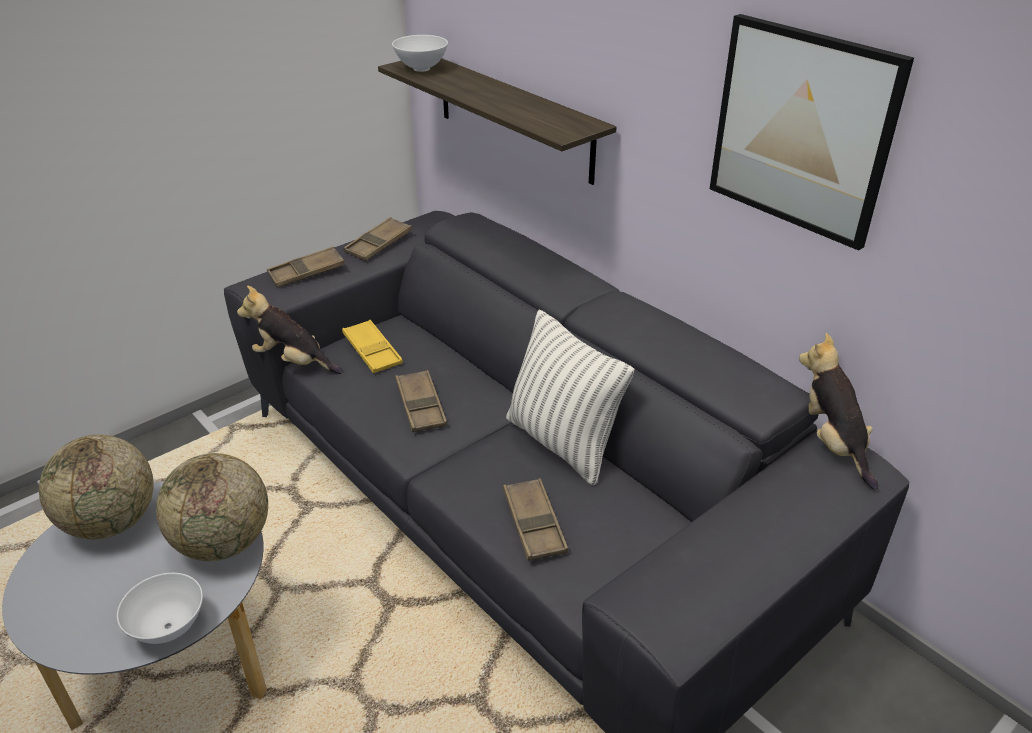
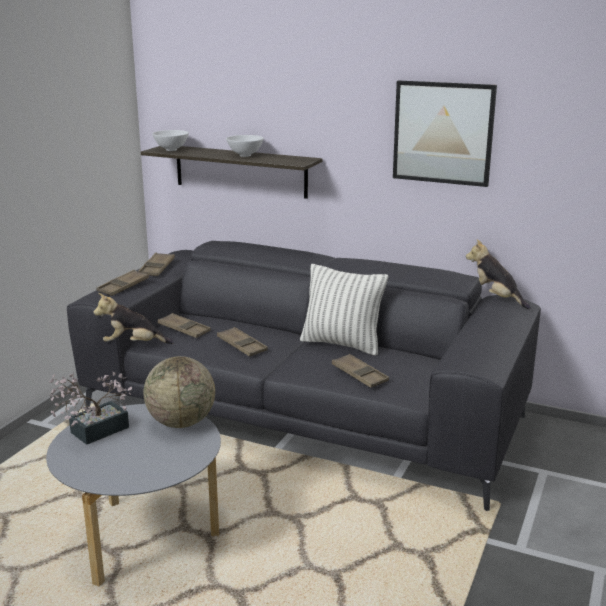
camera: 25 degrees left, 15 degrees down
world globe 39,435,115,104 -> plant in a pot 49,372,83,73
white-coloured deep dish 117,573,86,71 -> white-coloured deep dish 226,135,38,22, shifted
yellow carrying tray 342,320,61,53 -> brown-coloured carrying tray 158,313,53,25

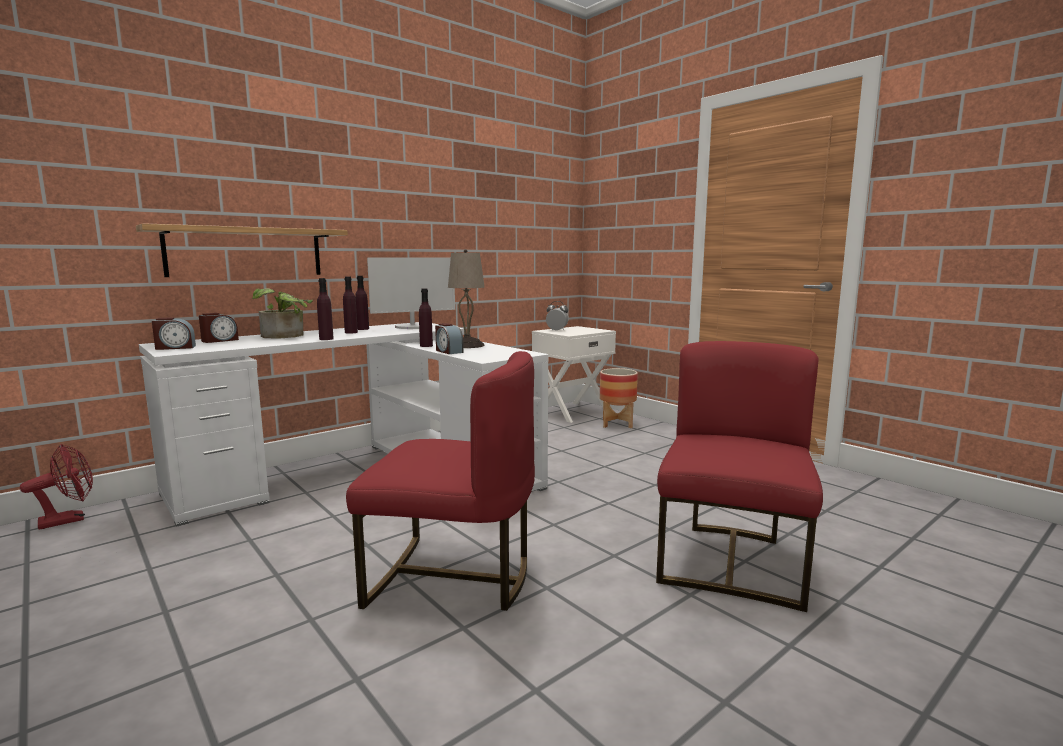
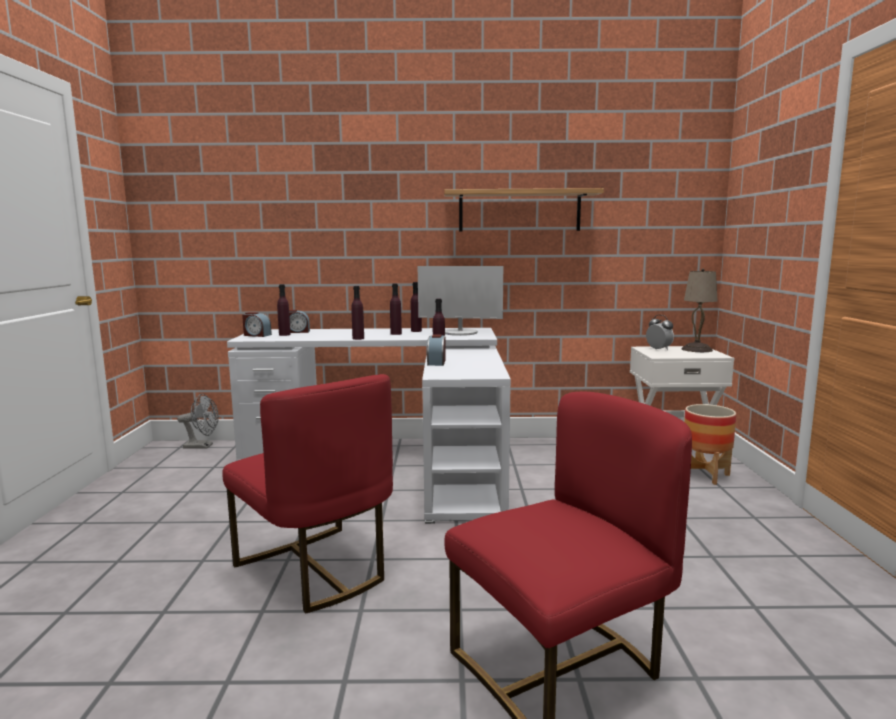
camera: 40 degrees right, 0 degrees up
red-coloured electric fan 20,444,73,86 -> gray electric fan 177,394,42,55
bracket shelf 136,223,212,54 -> bracket shelf 445,188,159,44, shifted
plant in a pot 252,288,61,51 -> none
sand-coloured table lamp 448,249,37,99 -> sand-coloured table lamp 681,269,37,83, shifted
none -> purple-coloured beverage bottle 277,284,14,52

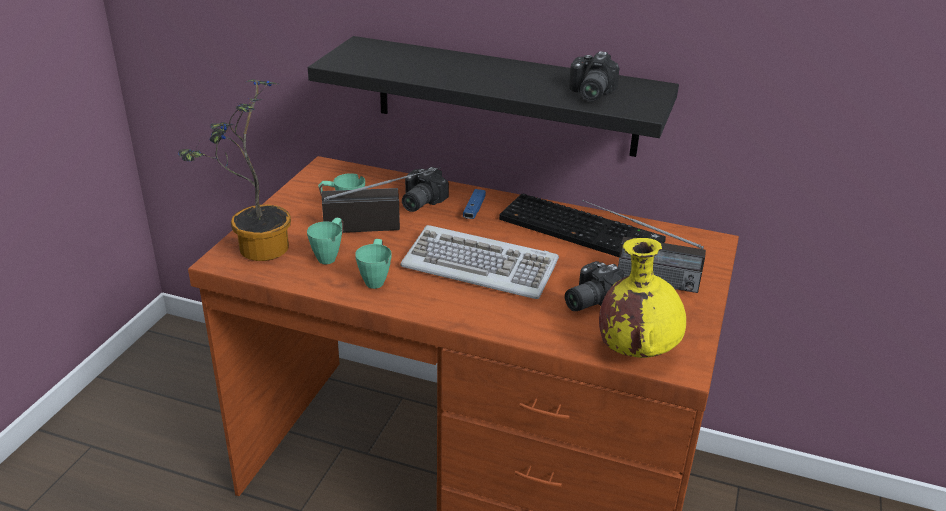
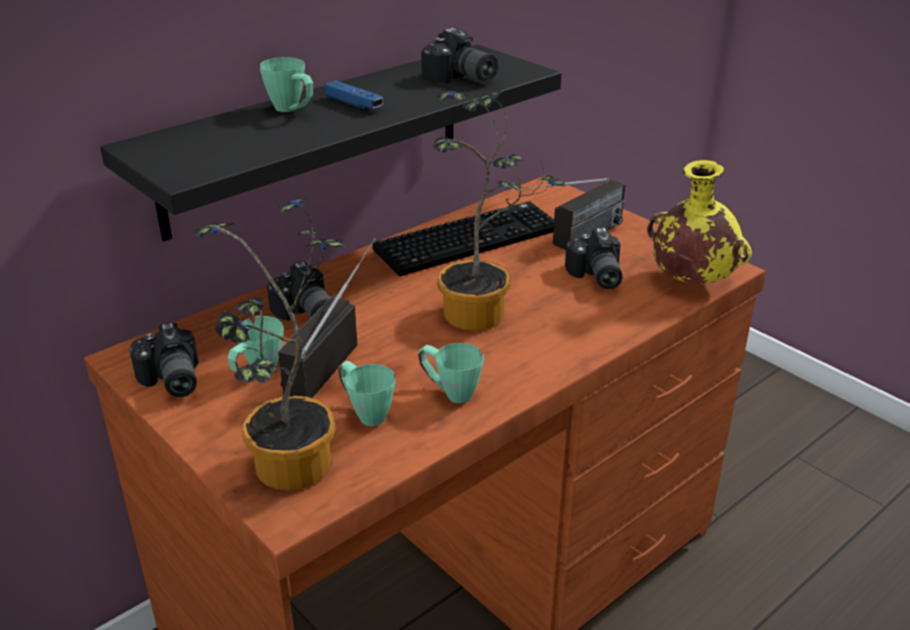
camera: 60 degrees left, 0 degrees up
computer keyboard 400,225,159,74 -> plant in a pot 433,90,133,241
blue joypad 463,189,23,30 -> blue joypad 325,81,59,28, shifted
none -> photo camera 129,322,70,75
none -> green-coloured mug 260,57,53,55

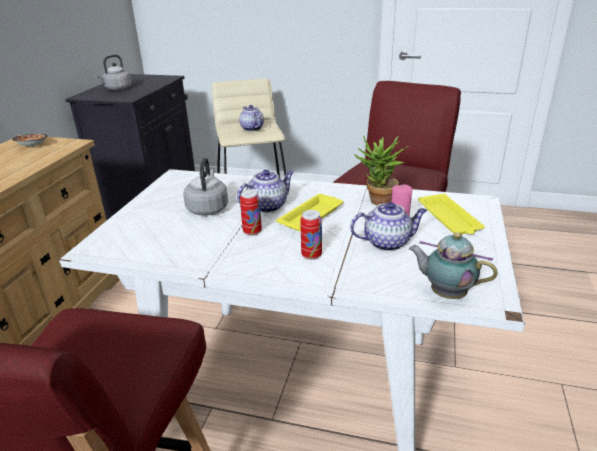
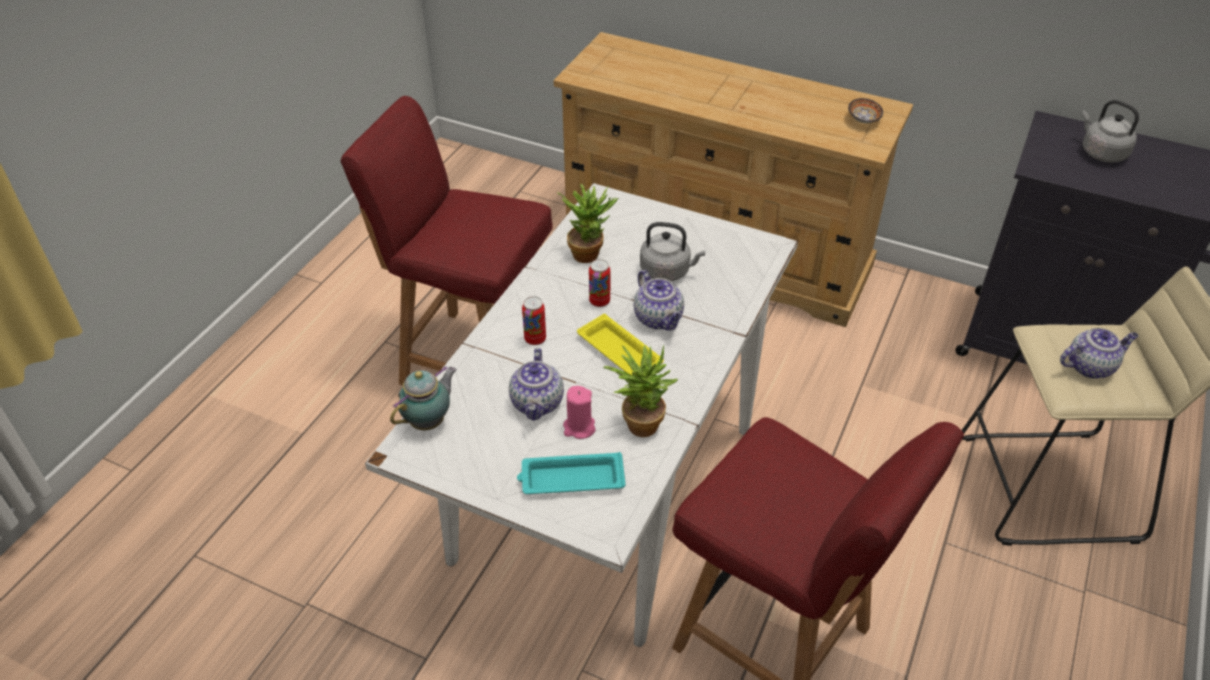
camera: 100 degrees right, 15 degrees up
yellow carrying tray 418,194,67,41 -> blue-green carrying tray 517,452,109,42
none -> plant in a pot 557,184,61,79

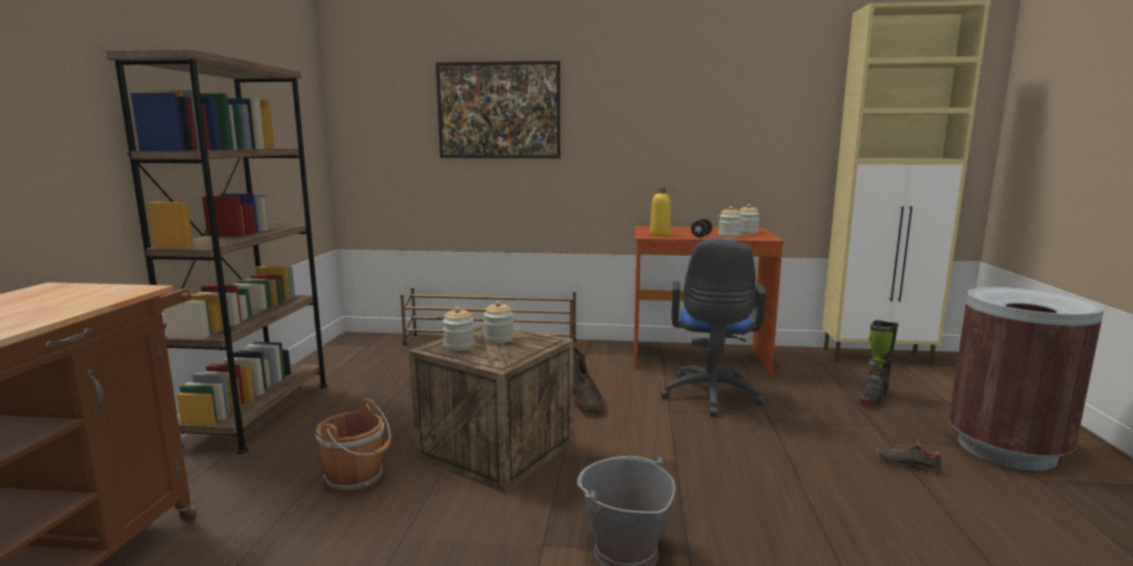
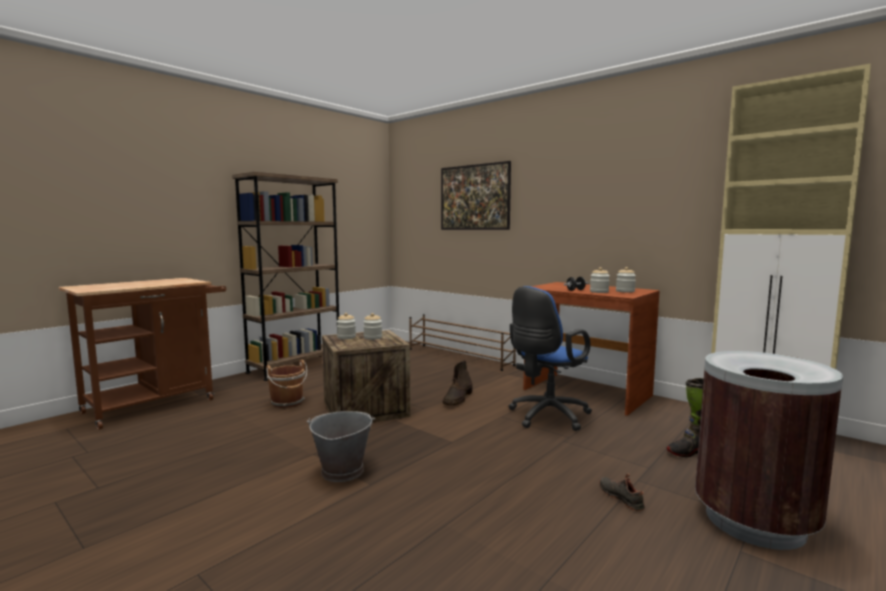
camera: 35 degrees right, 5 degrees down
yellow beverage bottle 650,187,21,49 -> none

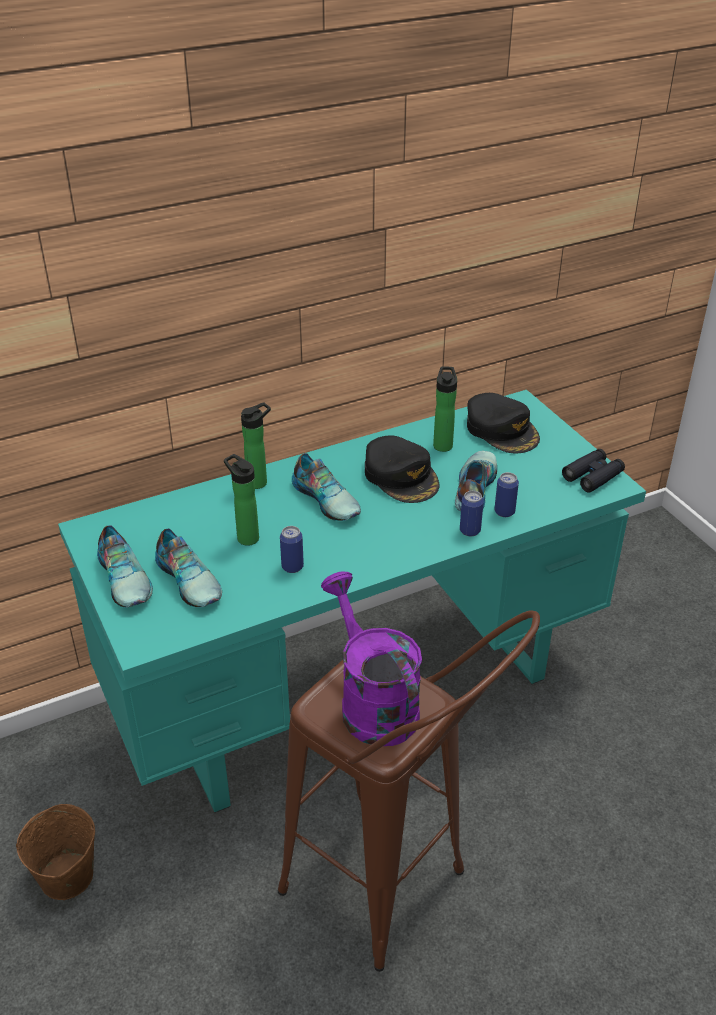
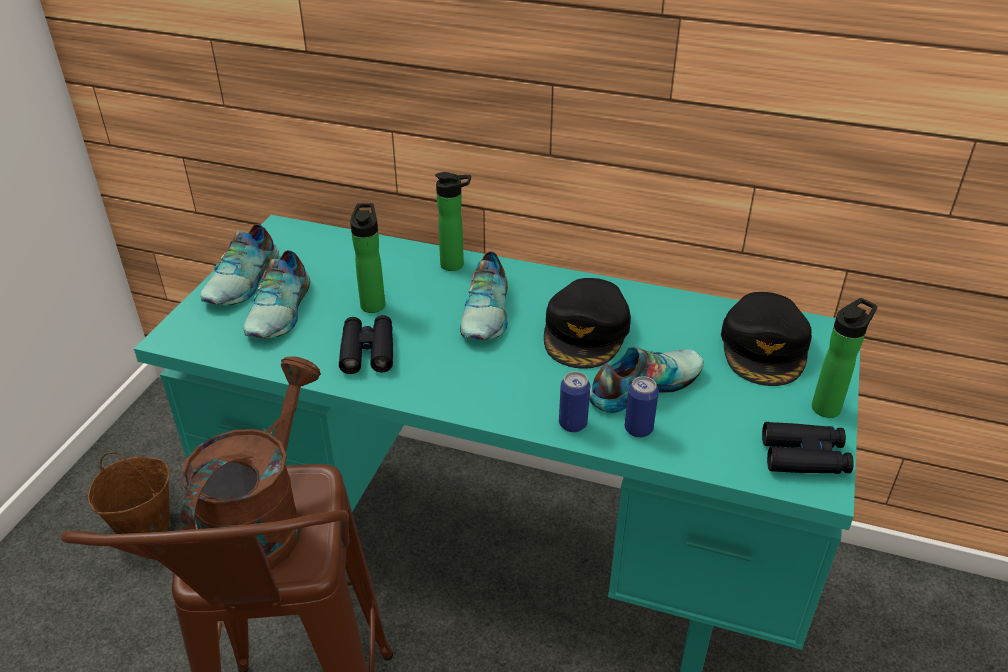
camera: 45 degrees right, 0 degrees up
can 280,526,24,47 -> black binoculars 339,315,54,59
purple-coloured sprinkling can 321,571,101,175 -> brown-coloured sprinkling can 181,356,140,214
beverage bottle 433,366,24,86 -> beverage bottle 812,298,66,120, shifted

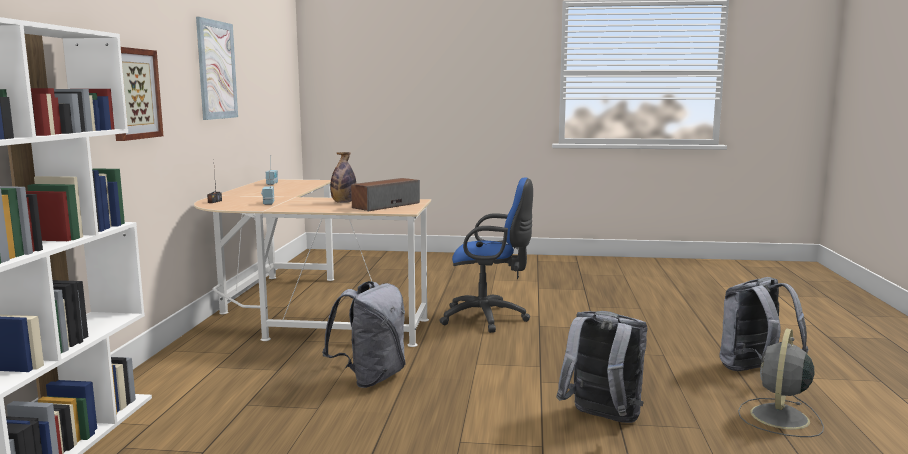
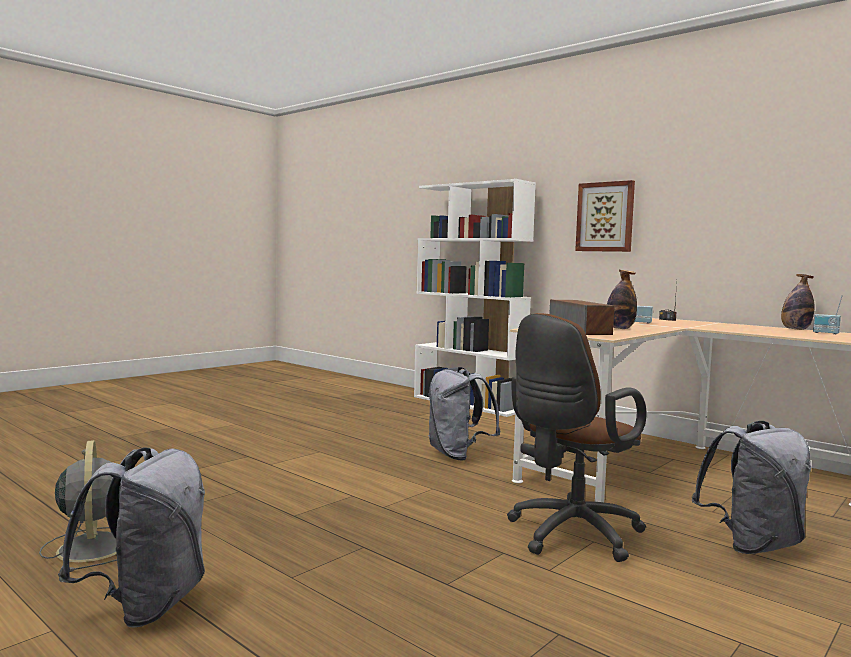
camera: 125 degrees right, 5 degrees down
picture 196,17,42,103 -> none
blue office chair 439,177,94,156 -> brown-coloured office chair 507,313,139,249
gray backpack 556,311,92,112 -> gray backpack 692,421,119,133, shifted
none -> beverage bottle 781,274,33,56

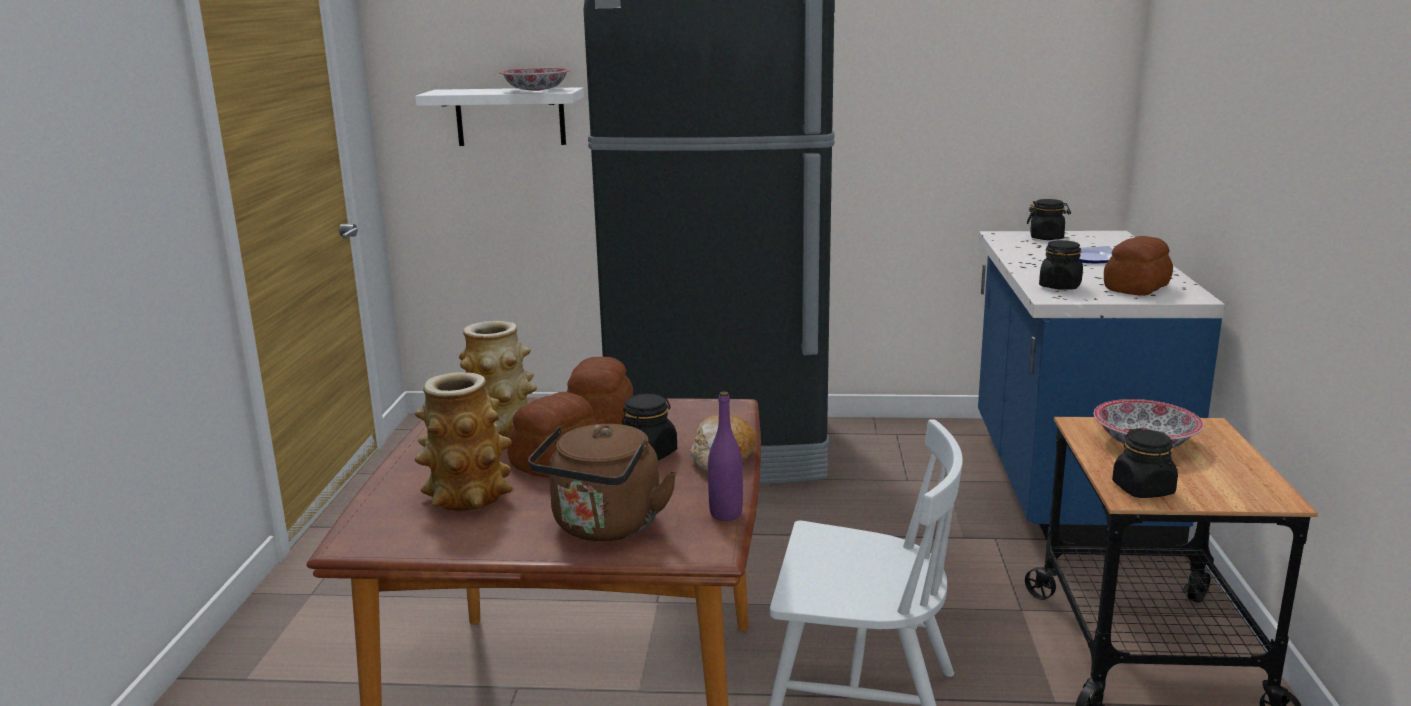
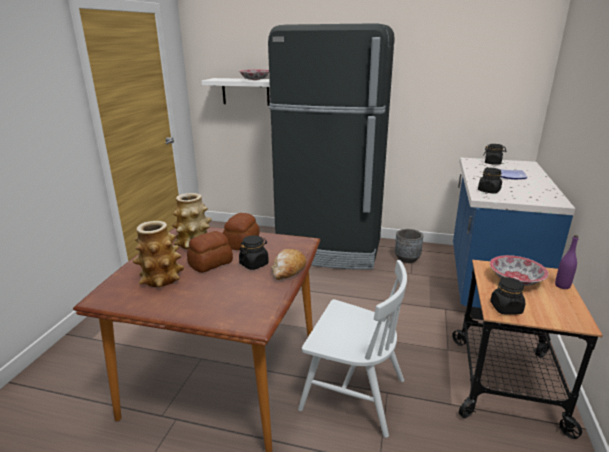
camera: 10 degrees right, 5 degrees up
brown-coloured tea kettle 528,424,149,117 -> none
purple-coloured beverage bottle 708,391,35,130 -> purple-coloured beverage bottle 555,235,23,54, shifted
bakery bread 1104,236,69,60 -> none
none -> gray flower pot 395,229,28,34

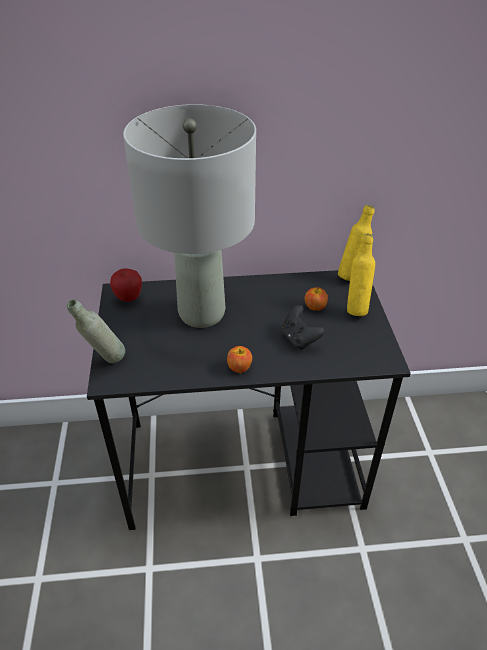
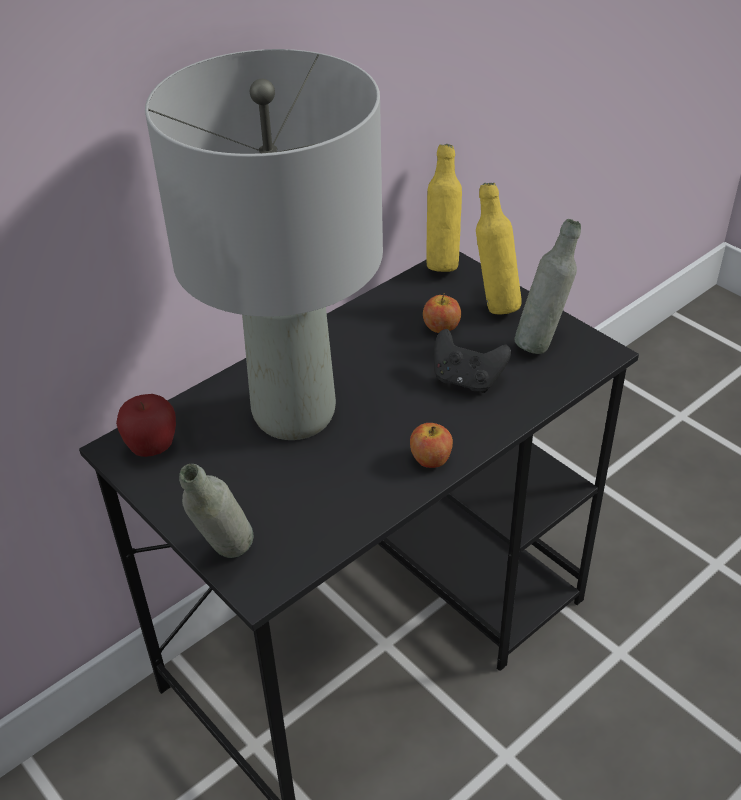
camera: 35 degrees left, 0 degrees up
none -> gray beverage bottle 515,219,66,135

